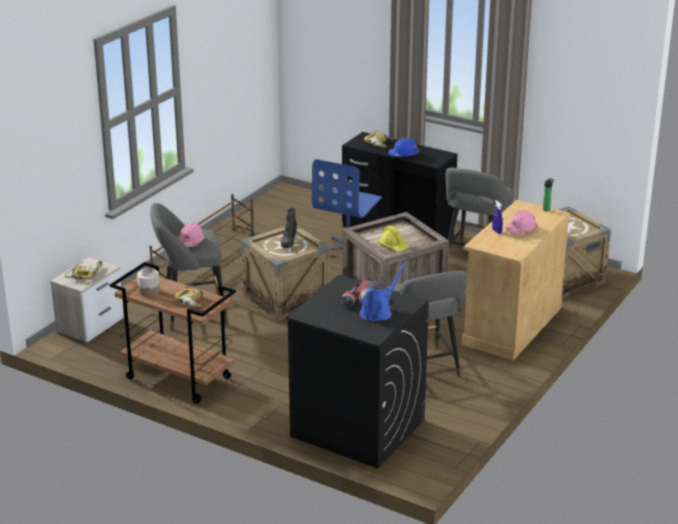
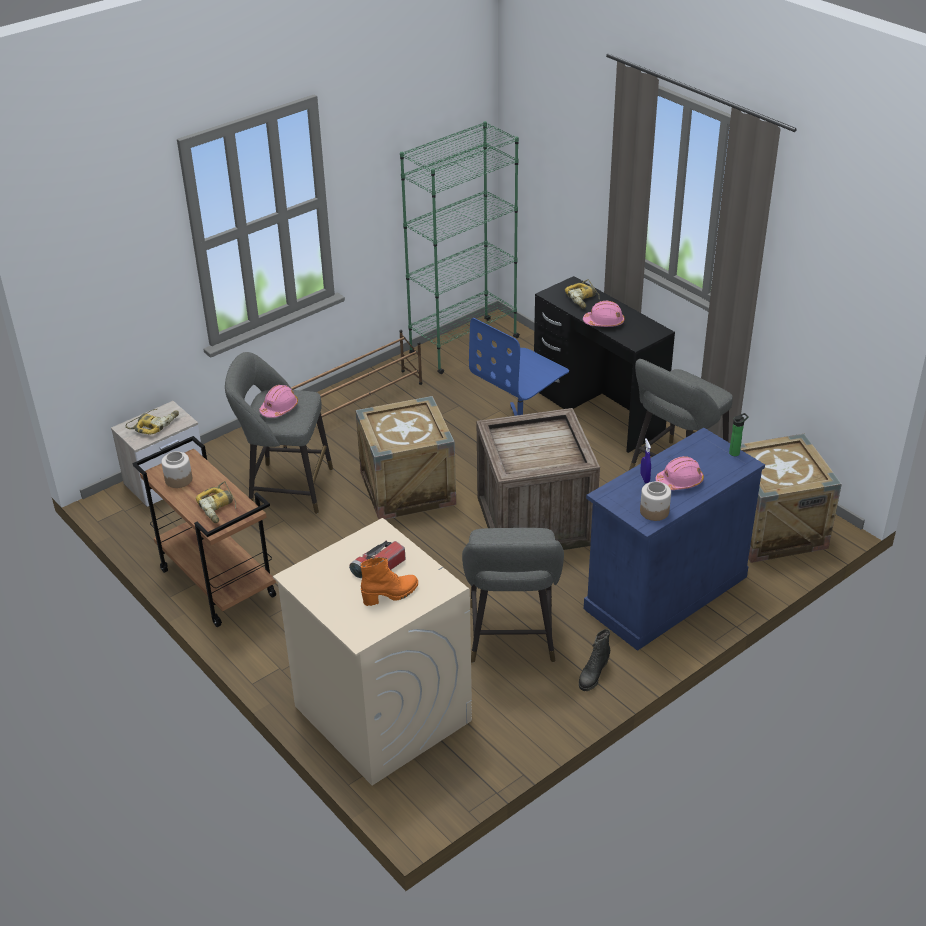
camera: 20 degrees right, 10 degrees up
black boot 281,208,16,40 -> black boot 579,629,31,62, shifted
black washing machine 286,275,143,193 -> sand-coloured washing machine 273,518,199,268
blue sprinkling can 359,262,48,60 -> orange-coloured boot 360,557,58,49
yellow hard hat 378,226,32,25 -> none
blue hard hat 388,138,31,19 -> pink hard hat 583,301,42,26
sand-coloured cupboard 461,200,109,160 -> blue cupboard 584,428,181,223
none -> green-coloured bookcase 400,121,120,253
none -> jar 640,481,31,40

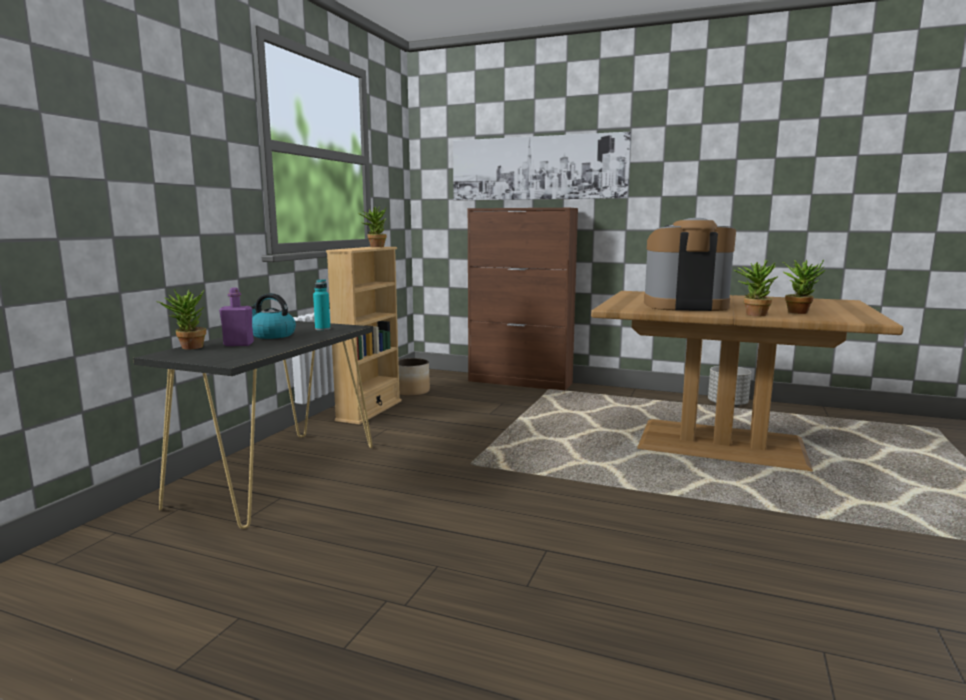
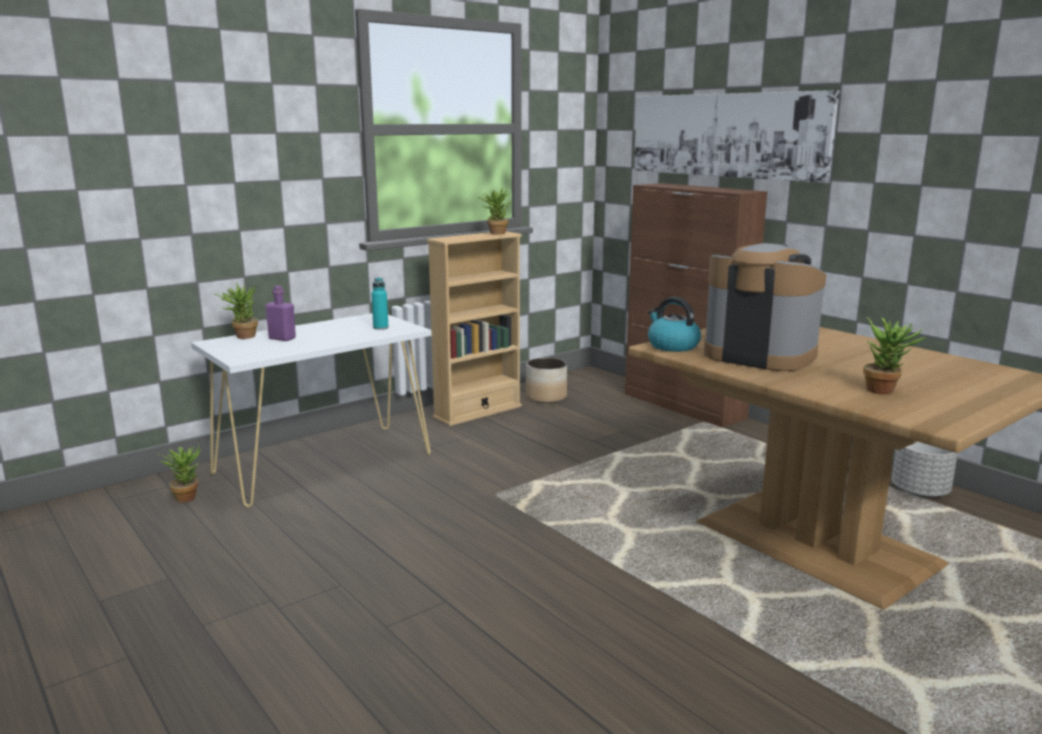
camera: 30 degrees right, 5 degrees up
black narrow table 133,321,240,208 -> white-coloured narrow table 191,313,241,194
tea kettle 251,293,45,46 -> tea kettle 648,297,53,55, shifted
plant in a pot 734,259,44,57 -> plant in a pot 158,445,43,58, shifted

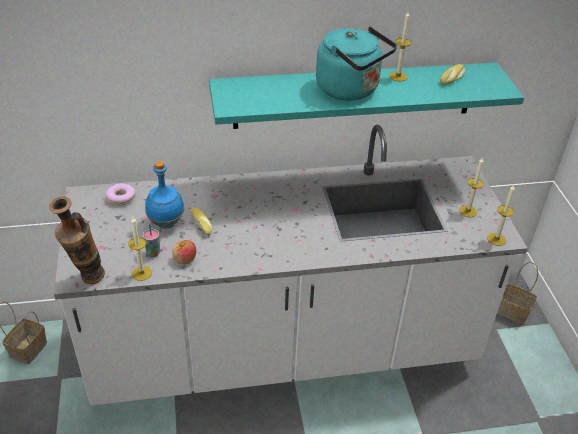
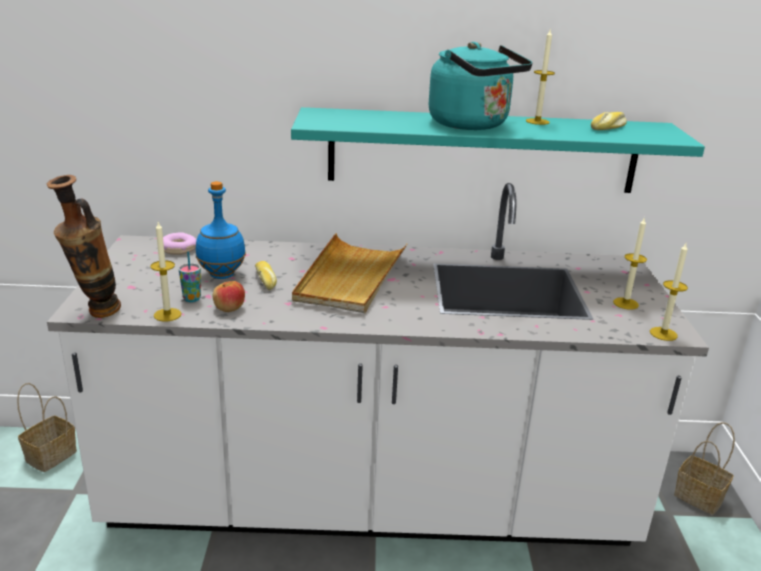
camera: 10 degrees right, 15 degrees down
none -> sand-coloured carrying tray 292,233,116,80

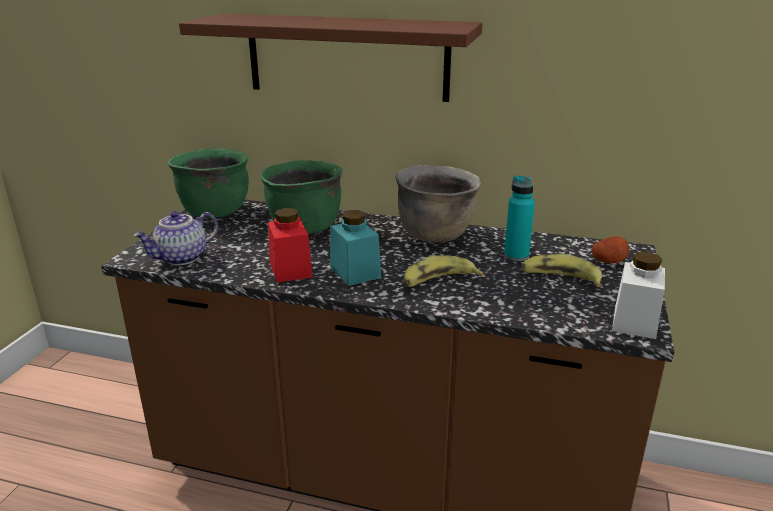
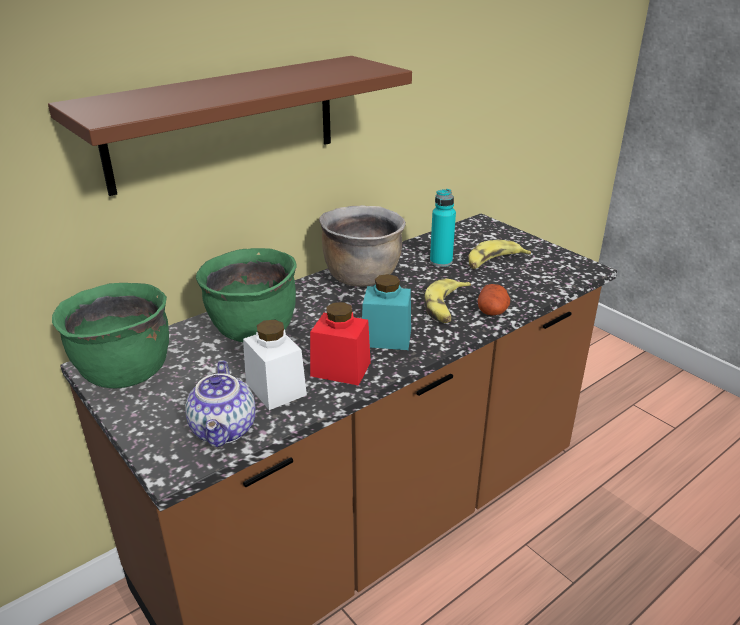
camera: 55 degrees left, 5 degrees up
whole potato 592,236,37,27 -> whole potato 477,284,33,31, shifted
white-coloured jar 612,252,53,87 -> white-coloured jar 243,319,64,91, shifted

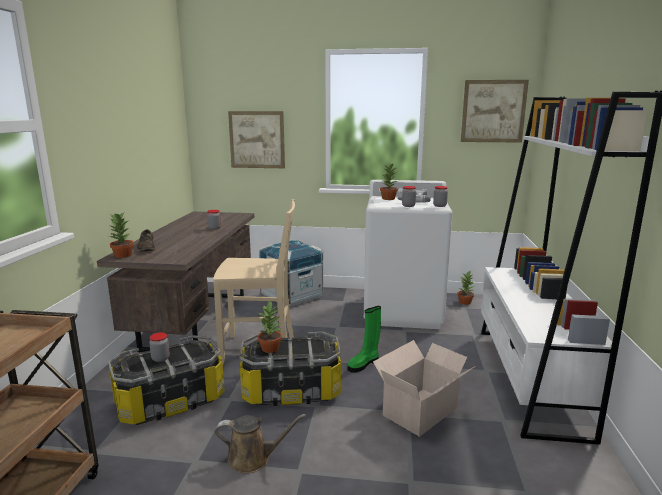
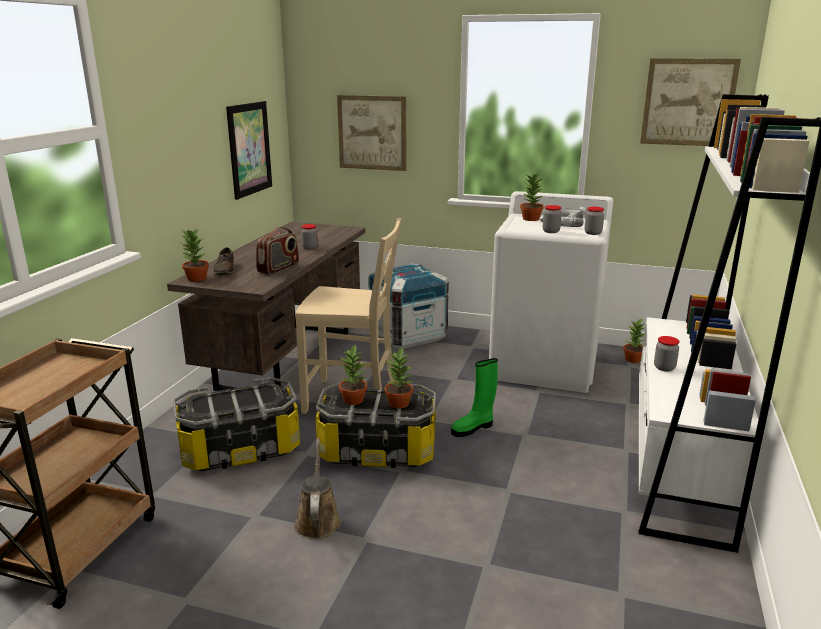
camera: 10 degrees right, 5 degrees up
jar 149,332,21,30 -> jar 654,336,25,35, shifted
brown-coloured sprinkling can 215,414,91,60 -> brown-coloured sprinkling can 294,438,47,101, 105 degrees counterclockwise
carton 373,340,103,97 -> none
none -> picture 226,101,46,99
none -> radio receiver 256,227,43,48
none -> plant in a pot 385,347,28,62

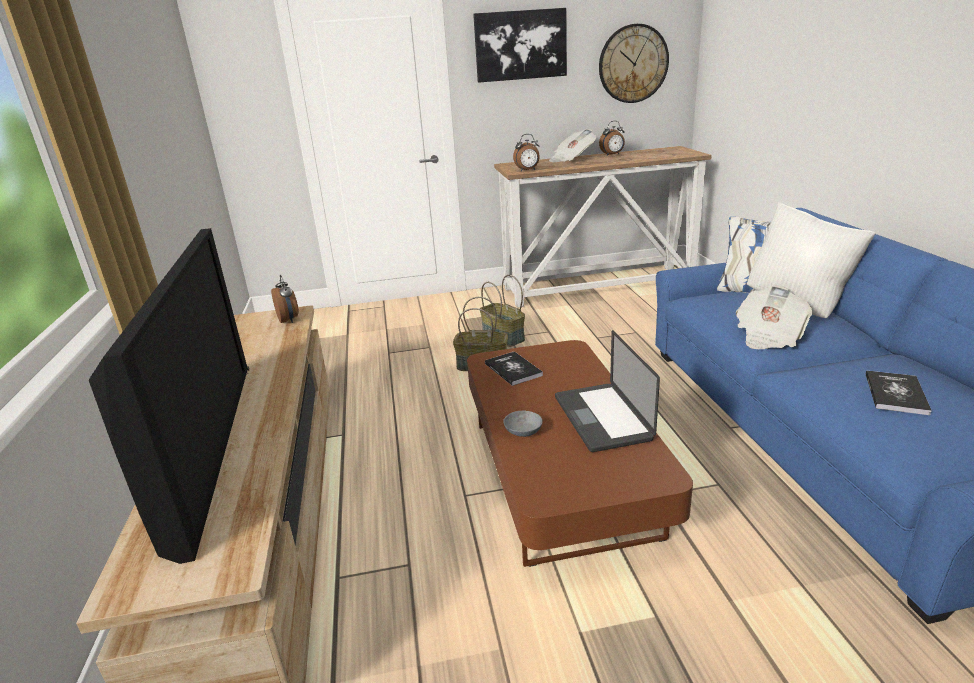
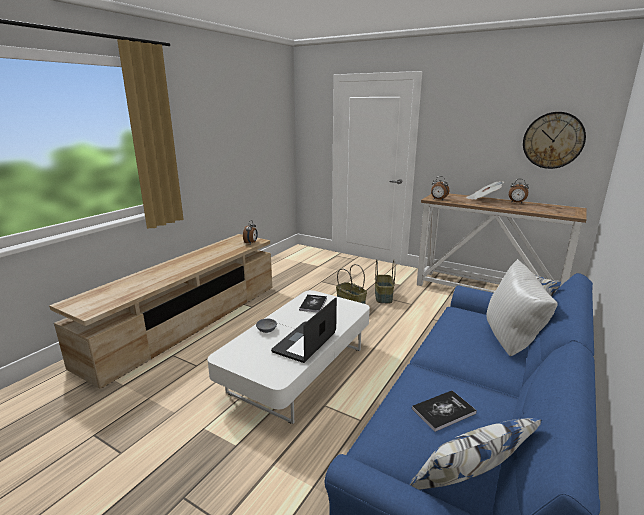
camera: 40 degrees right, 5 degrees down
TV 89,228,160,336 -> none
brown-coloured low table 467,340,226,227 -> white-coloured low table 207,290,163,134
picture 473,8,94,75 -> none
newspaper 736,286,77,63 -> none

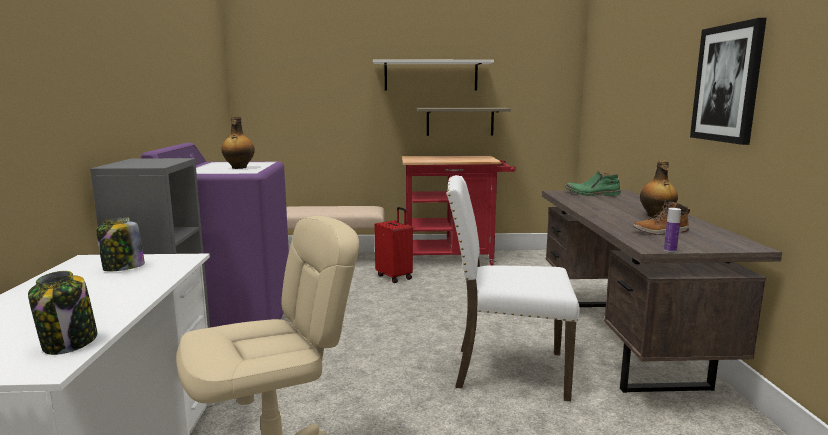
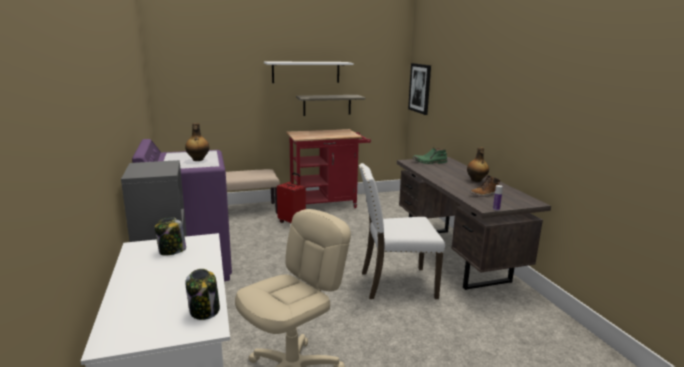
camera: 15 degrees left, 5 degrees up
picture 690,18,77,127 -> picture 408,63,23,52, shifted

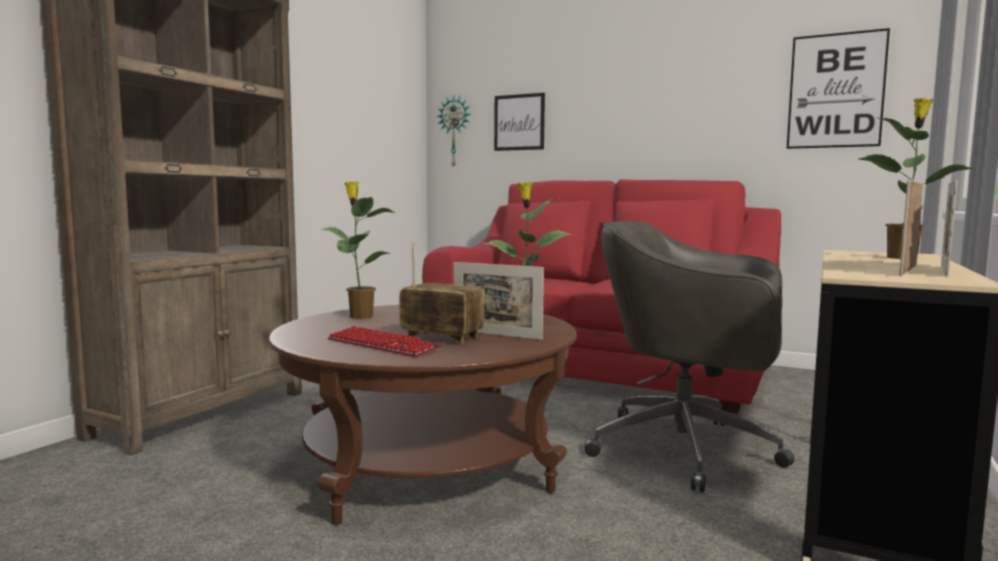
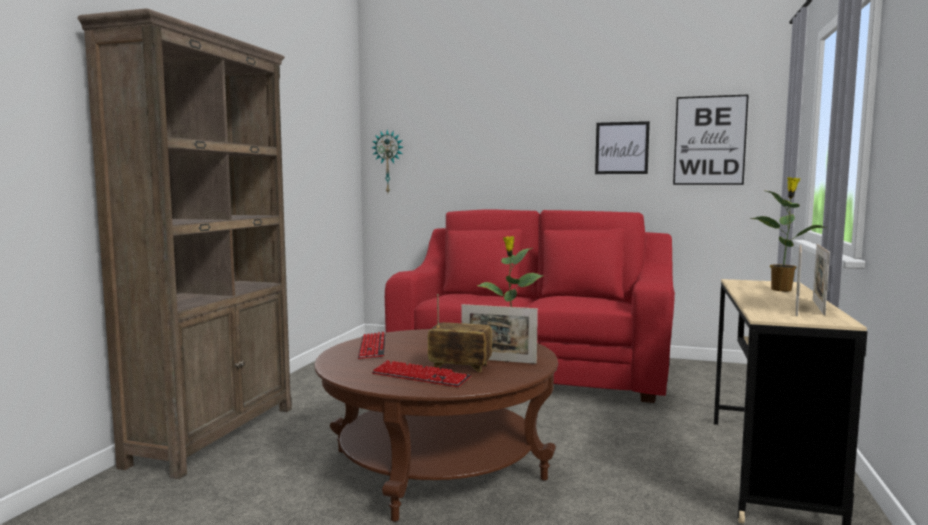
camera: 10 degrees left, 0 degrees up
plant in a pot 321,181,75,138 -> computer keyboard 358,332,28,27
picture 494,93,51,58 -> picture 595,121,55,53, shifted
gray office chair 585,221,210,272 -> none

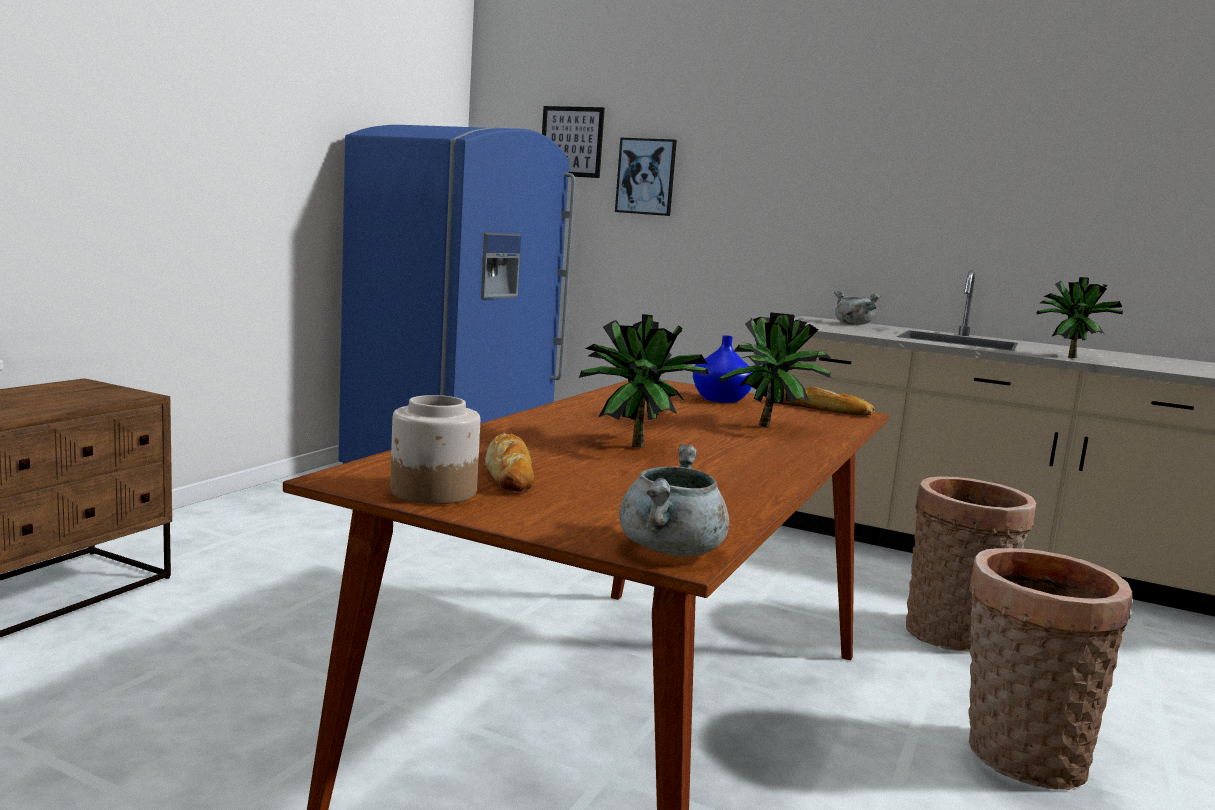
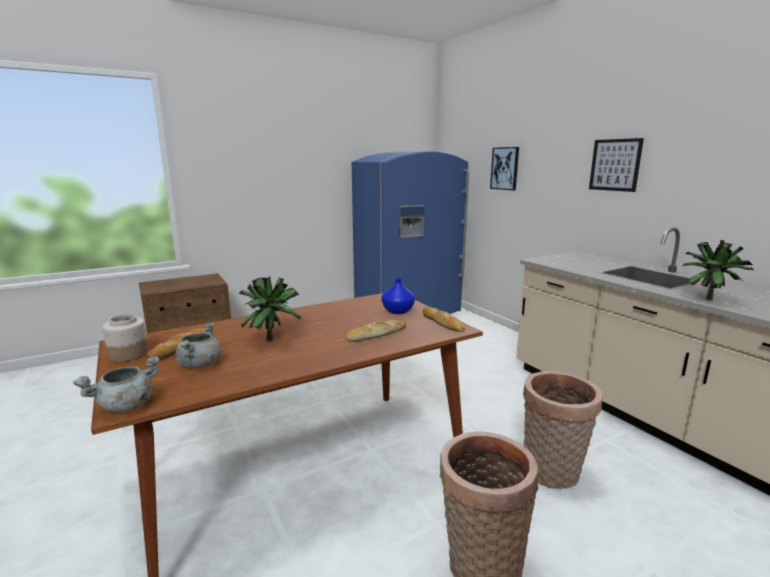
camera: 35 degrees right, 5 degrees up
picture 542,106,63,72 -> picture 589,138,55,54, shifted
plant in a pot 719,312,112,116 -> bakery bread 346,320,60,22
gray cooking pot 834,290,47,35 -> gray cooking pot 175,323,47,45, shifted

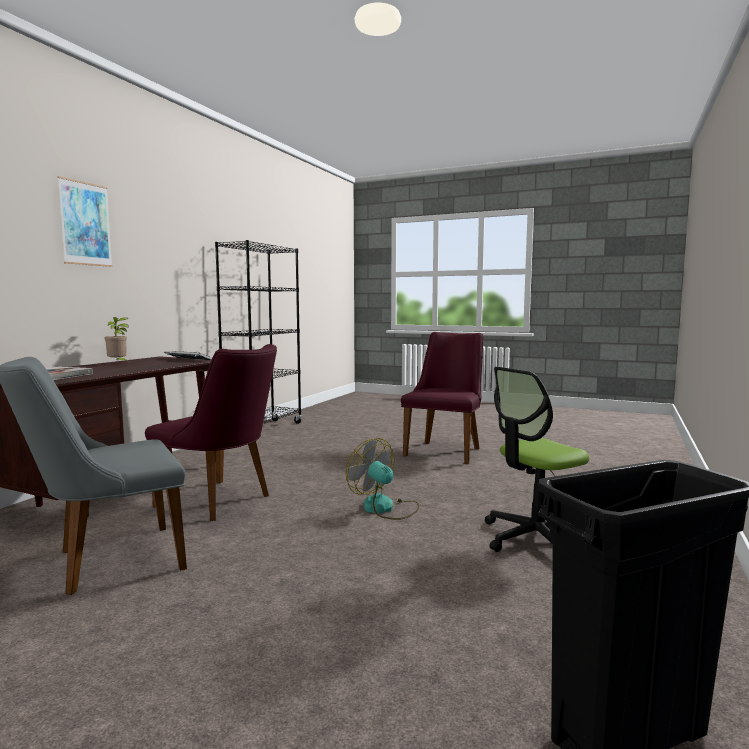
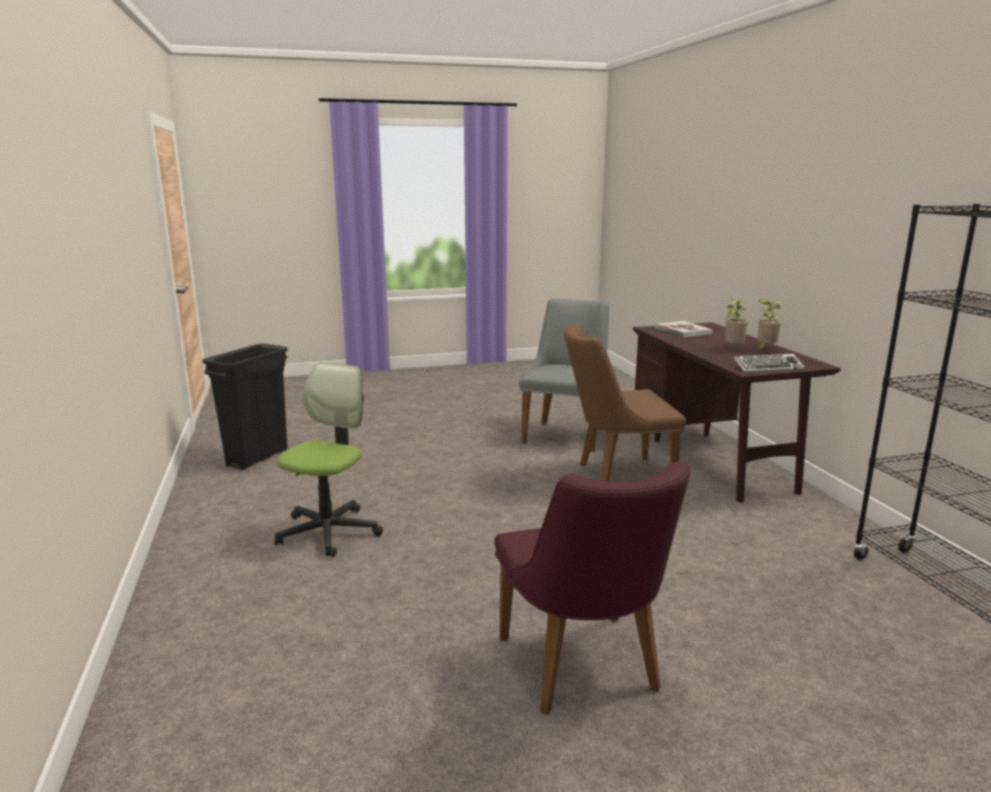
camera: 140 degrees right, 10 degrees up
picture 57,176,56,91 -> none
purple-coloured chair 145,344,132,177 -> brown-coloured chair 564,324,122,157
electric fan 345,438,74,82 -> none
none -> plant in a pot 725,298,23,46

